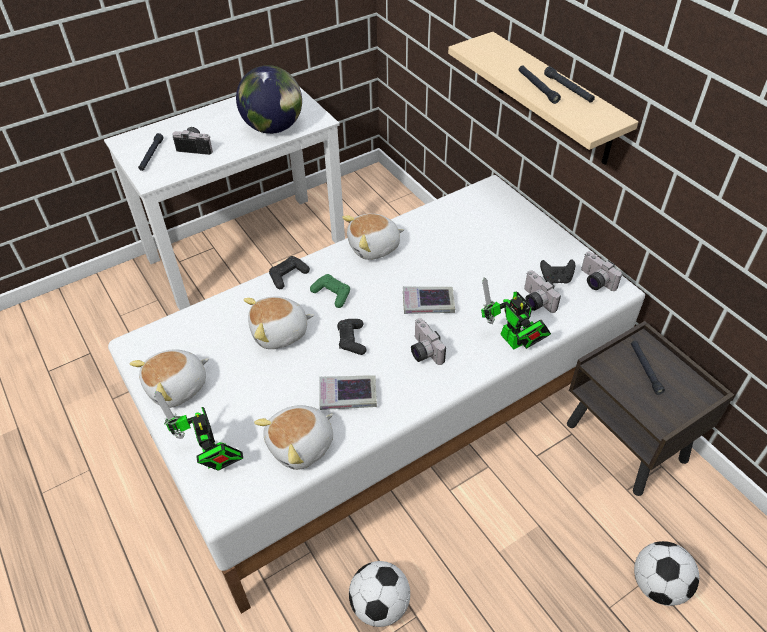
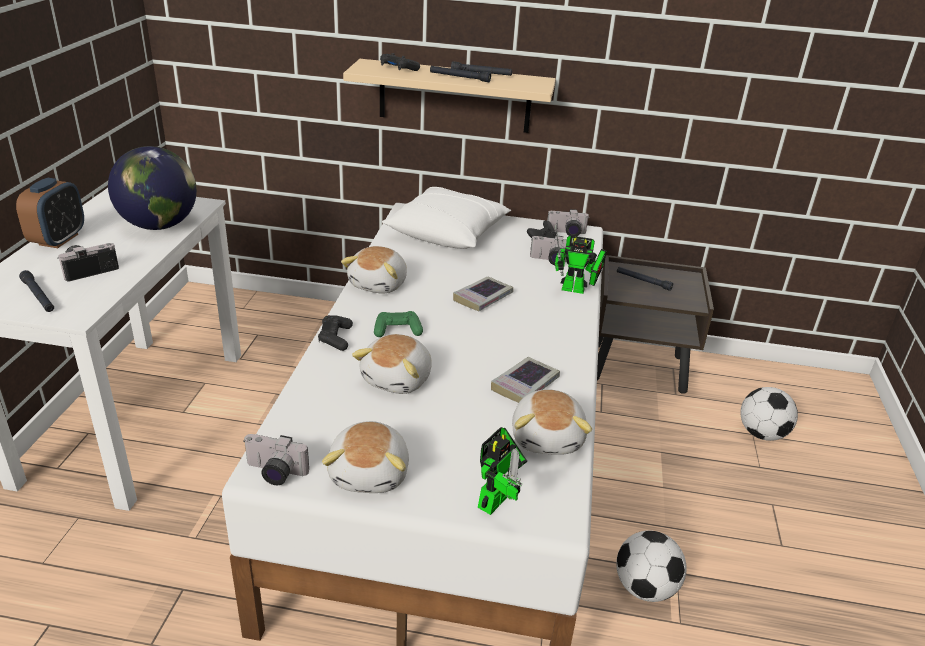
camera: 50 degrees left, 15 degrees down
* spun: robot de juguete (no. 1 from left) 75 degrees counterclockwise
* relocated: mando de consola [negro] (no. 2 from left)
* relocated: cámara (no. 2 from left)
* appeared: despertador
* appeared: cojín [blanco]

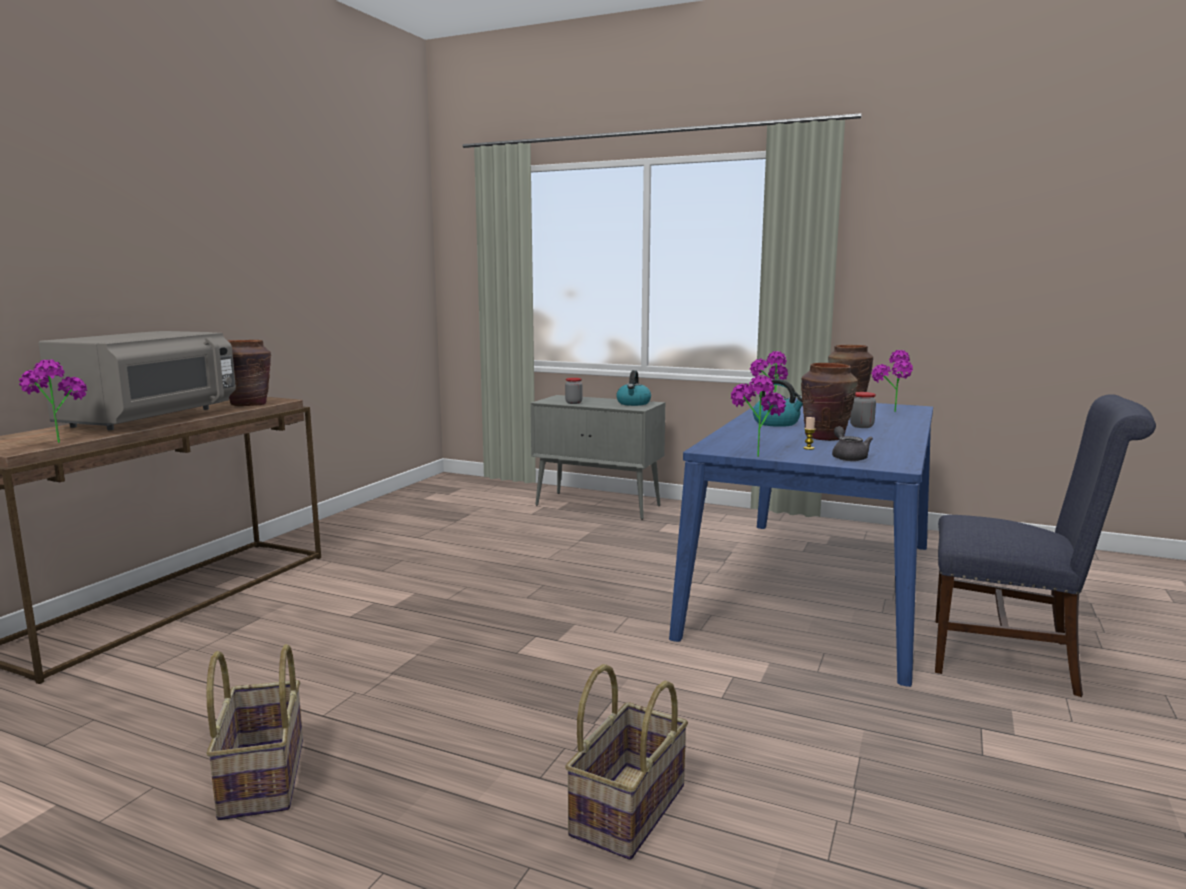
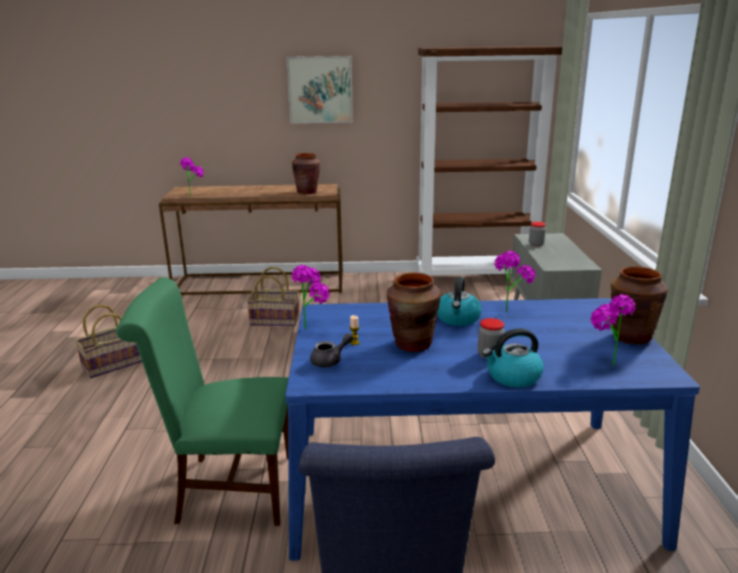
camera: 65 degrees right, 10 degrees up
* missing: microondas [gris]
* relocated: cesta (no. 2 from left)
* relocated: hervidor (no. 1 from left in the first image) to hervidor (no. 2 from left)
* appeared: silla [verde]
* appeared: cuadro
* appeared: estantería [marrón]

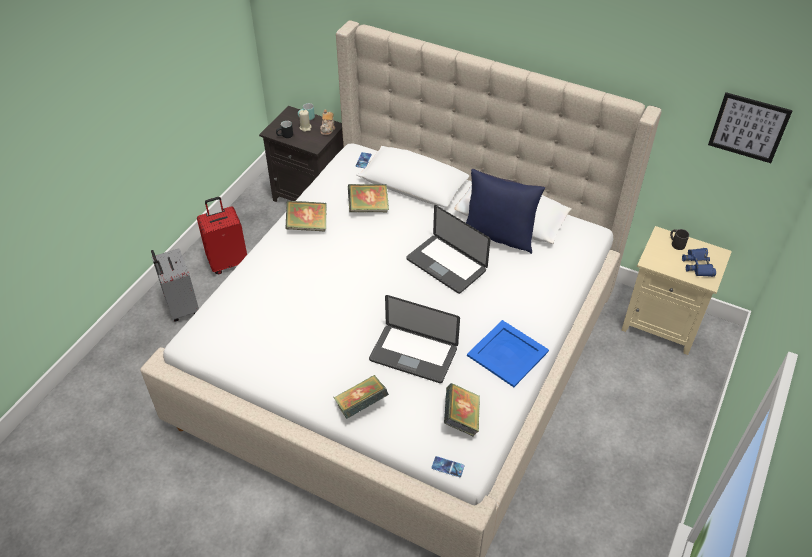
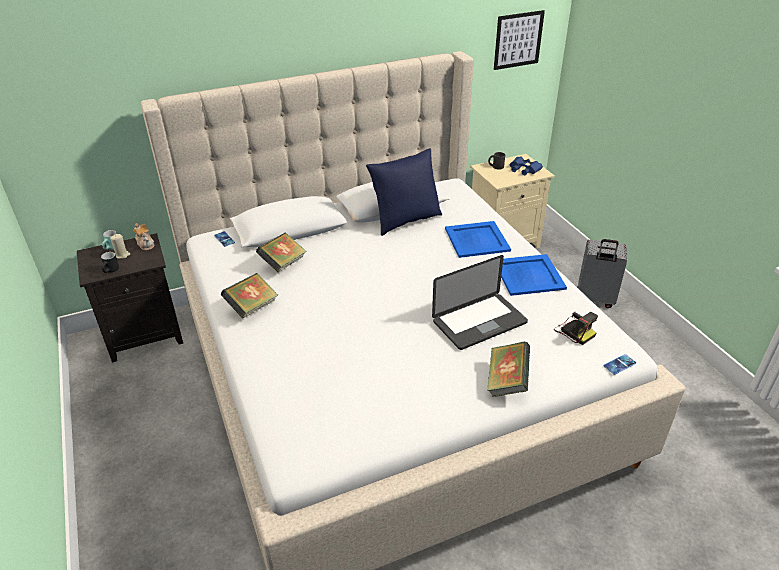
camera: 50 degrees left, 10 degrees down
* relocated: maleta [gris]
* missing: maleta [rojo]
* missing: portátil (no. 2 from left)
* exchanged: libro (no. 4 from left) to cámara
* appeared: bandeja [azul] (no. 1 from left)

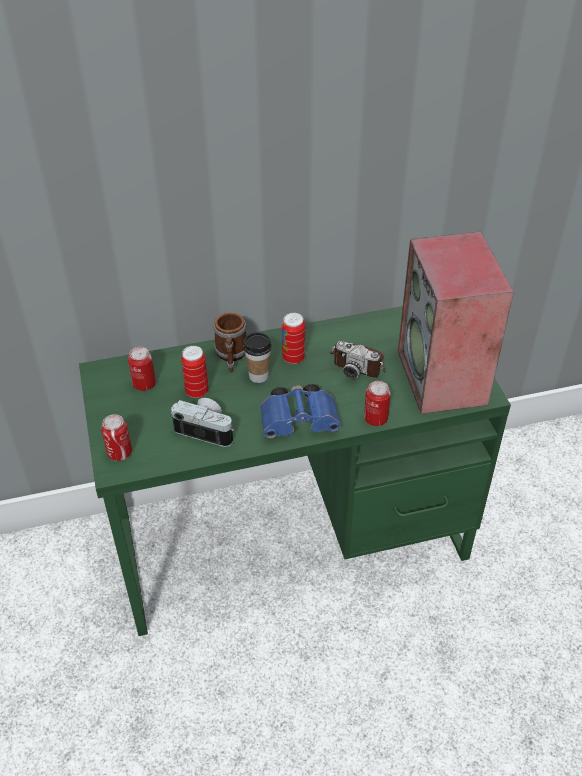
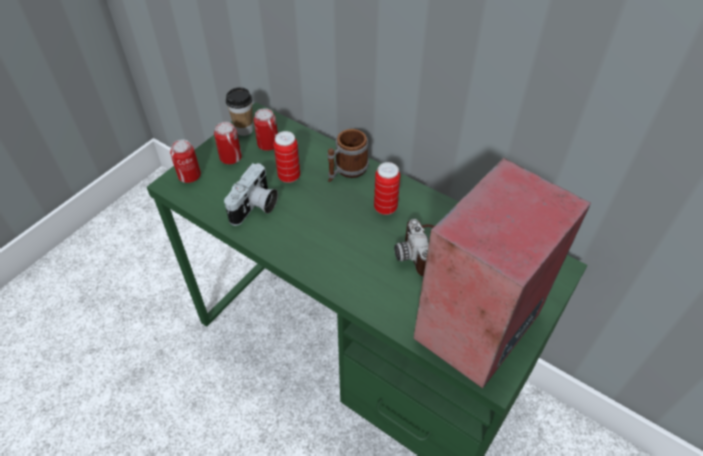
camera: 50 degrees right, 5 degrees up
* spun: cámara (no. 1 from left) 45 degrees clockwise
* relocated: taza
* missing: prismáticos [azul]
* relocated: lata (no. 5 from left in the first image) to lata (no. 2 from left)

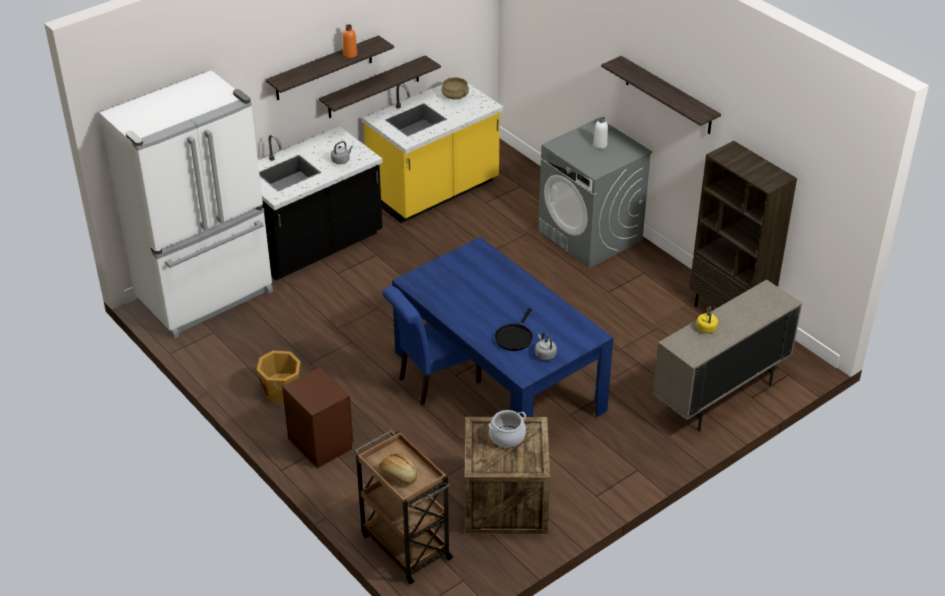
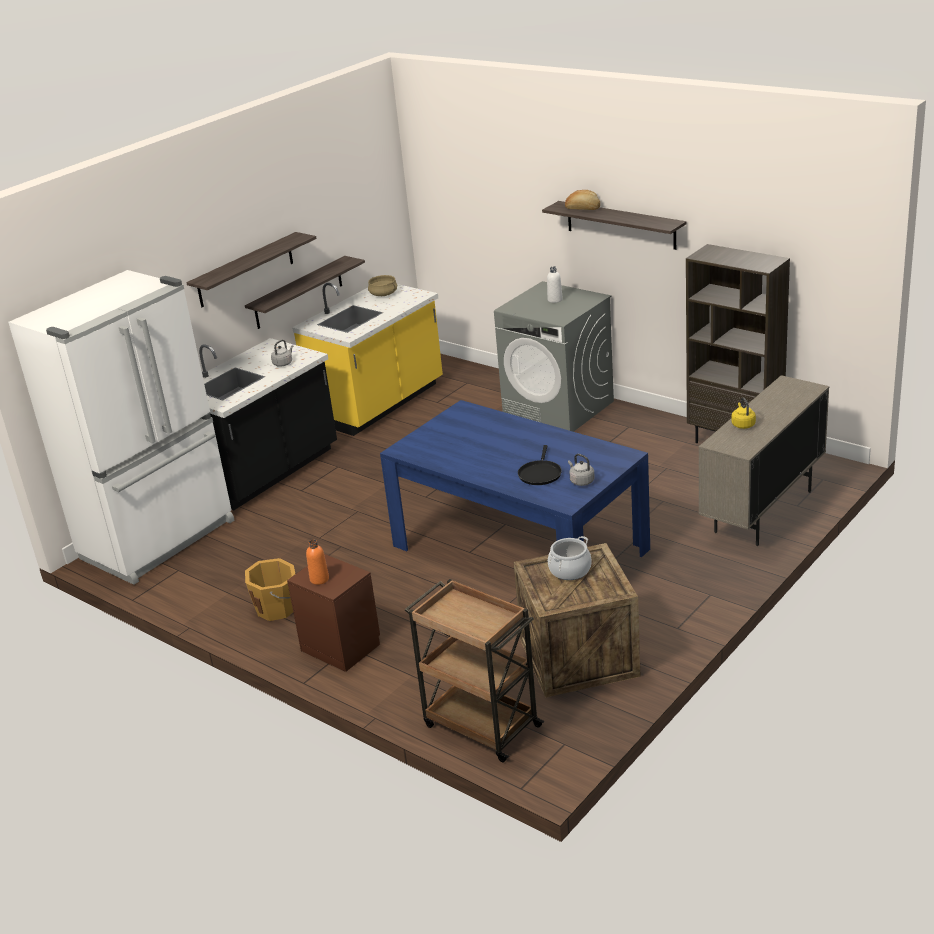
camera: 10 degrees left, 10 degrees down
* relocated: botella [naranja]
* relocated: pan
* missing: silla [azul]

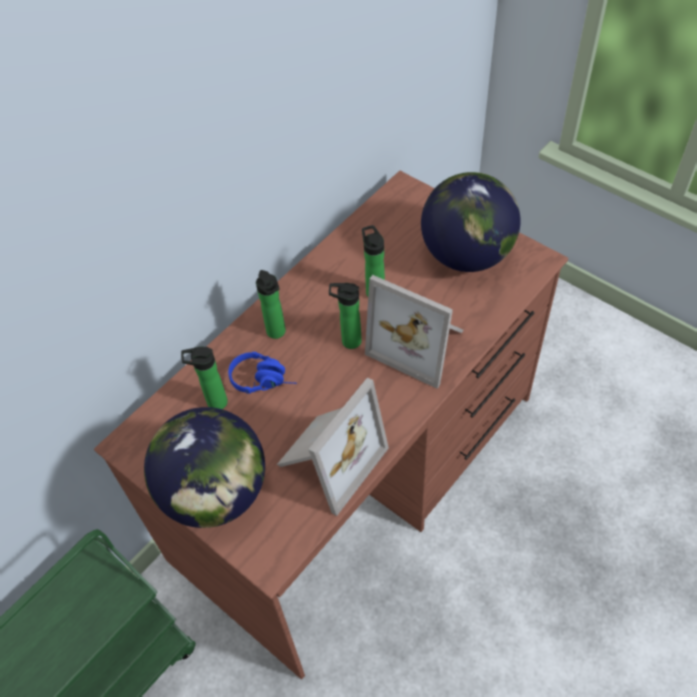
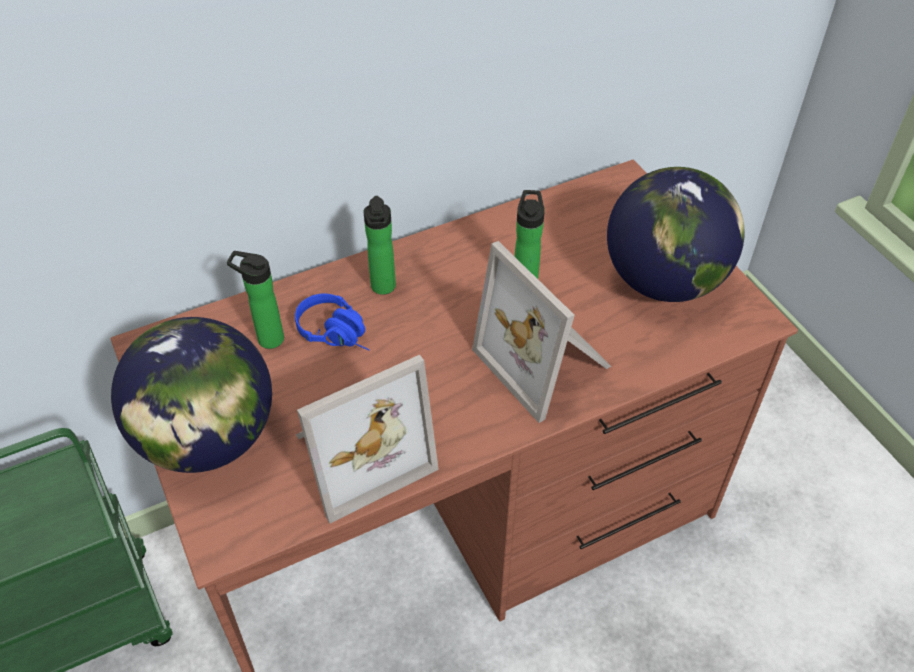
camera: 20 degrees right, 5 degrees down
* missing: botella (no. 3 from left)

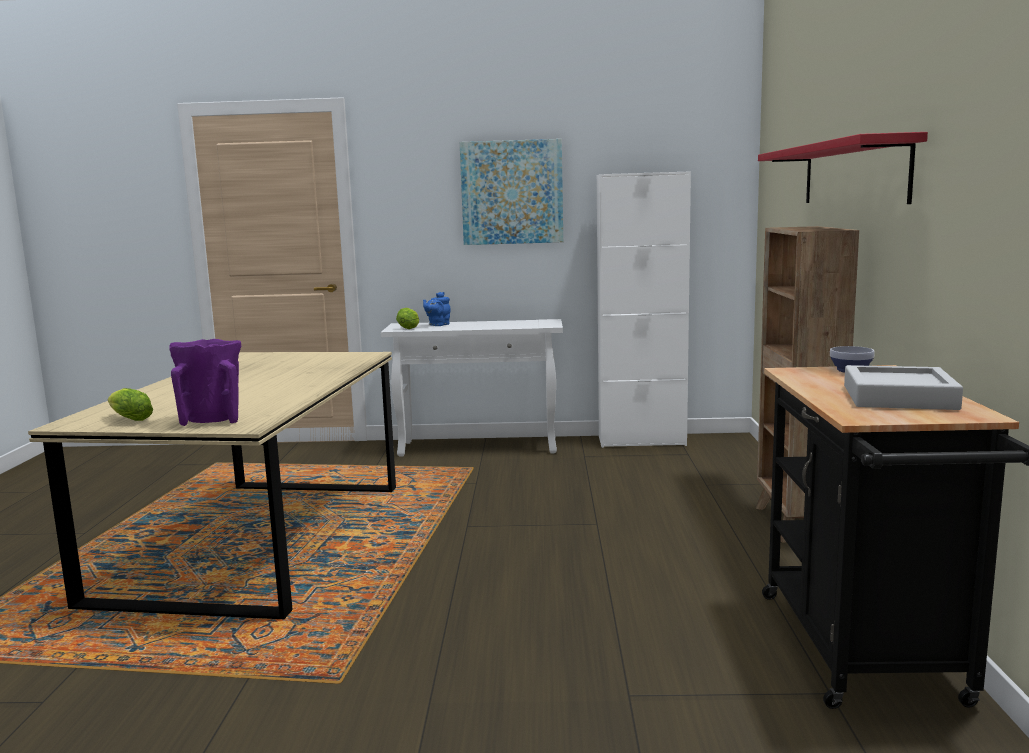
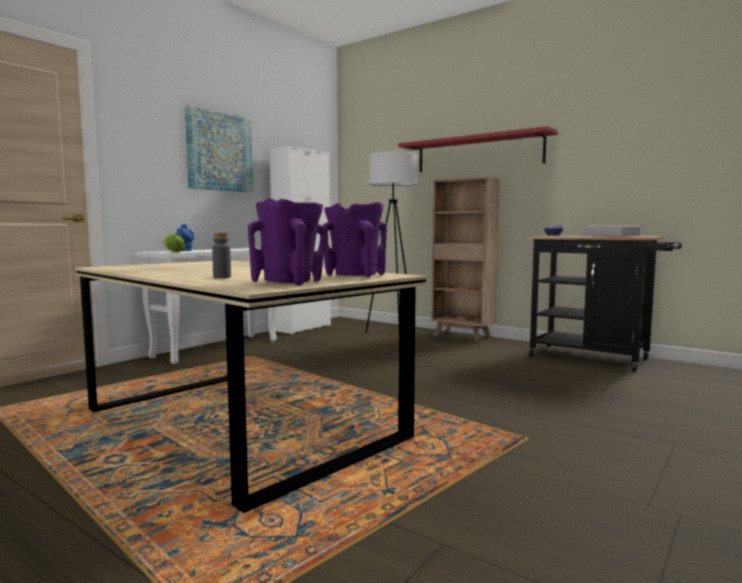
camera: 55 degrees left, 5 degrees down
* exchanged: lechuga (no. 1 from left) to florero [morado] (no. 1 from left)
* appeared: botella [gris]
* appeared: lámpara de pie [blanco]

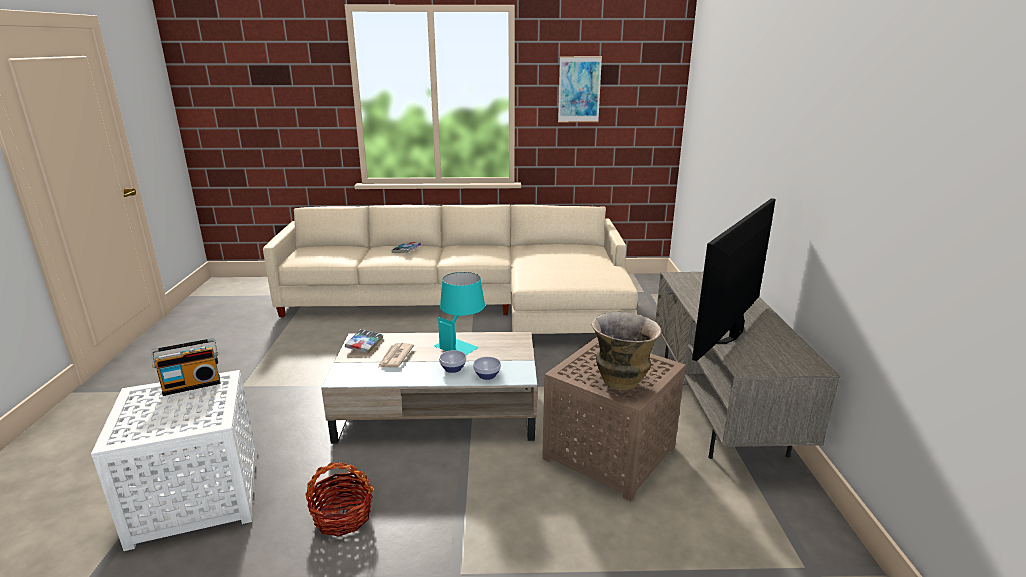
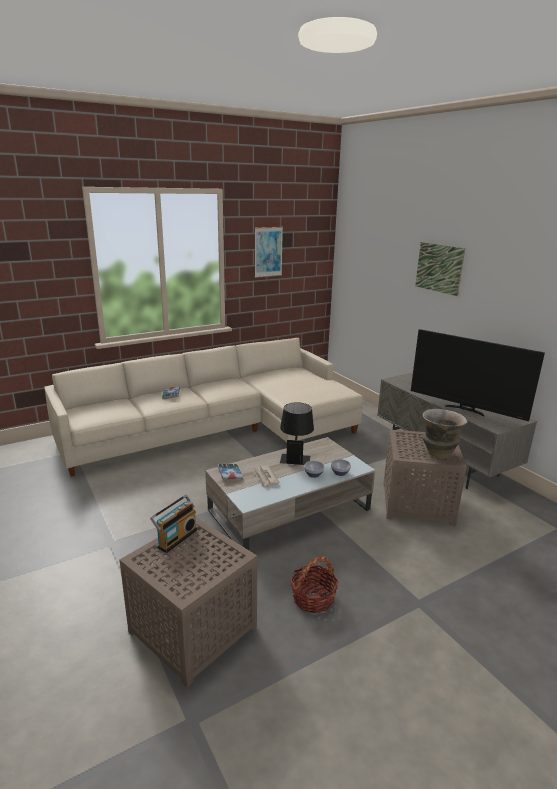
camera: 30 degrees left, 0 degrees up
* colour: mesa auxiliar [blanco] to mesa auxiliar [marrón] (no. 1 from left)
* colour: lámpara de mesa [turquesa] to lámpara de mesa [negro]
* spun: televisor 60 degrees counterclockwise
* appeared: cuadro (no. 2 from left)

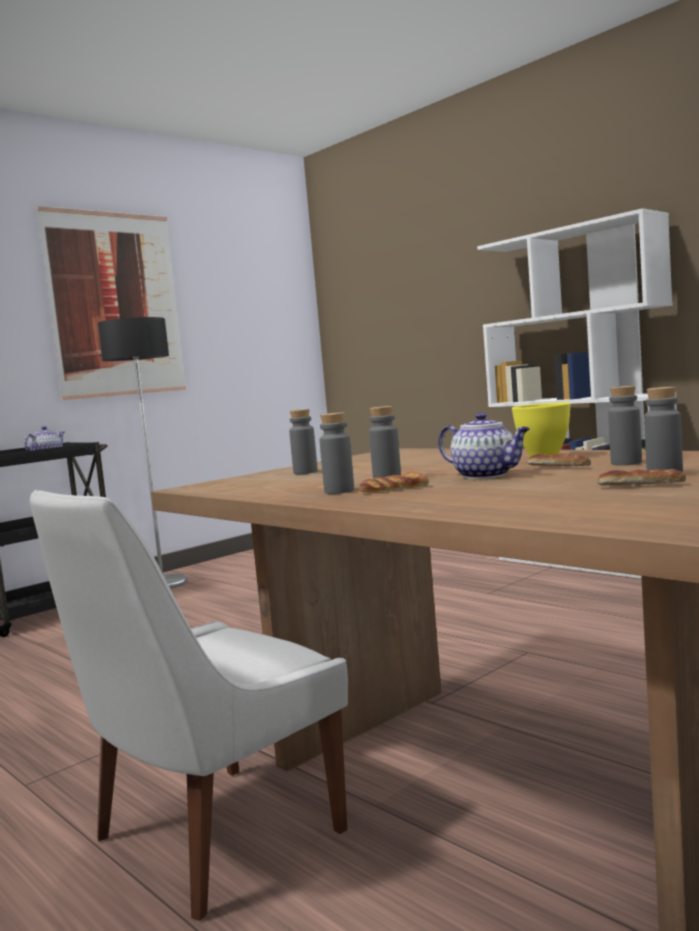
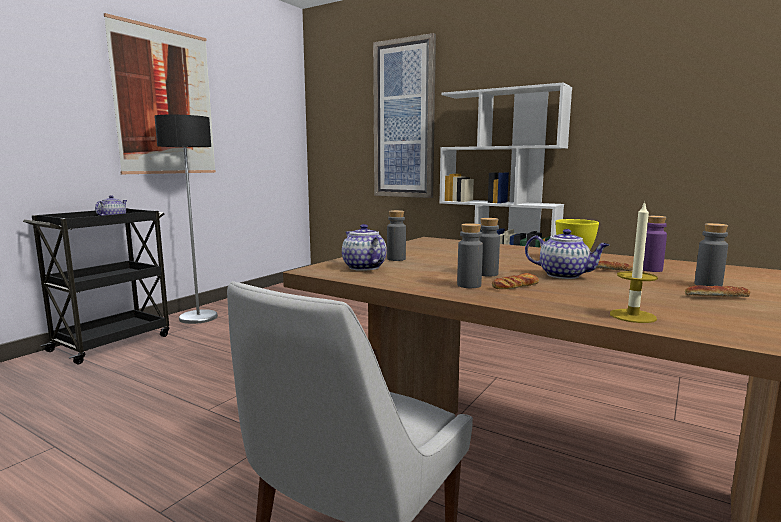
camera: 15 degrees left, 5 degrees up
* colour: botella [gris] (no. 4 from left) to botella [morado]
* appeared: tetera (no. 2 from left)
* appeared: cuadro (no. 2 from left)
* appeared: vela

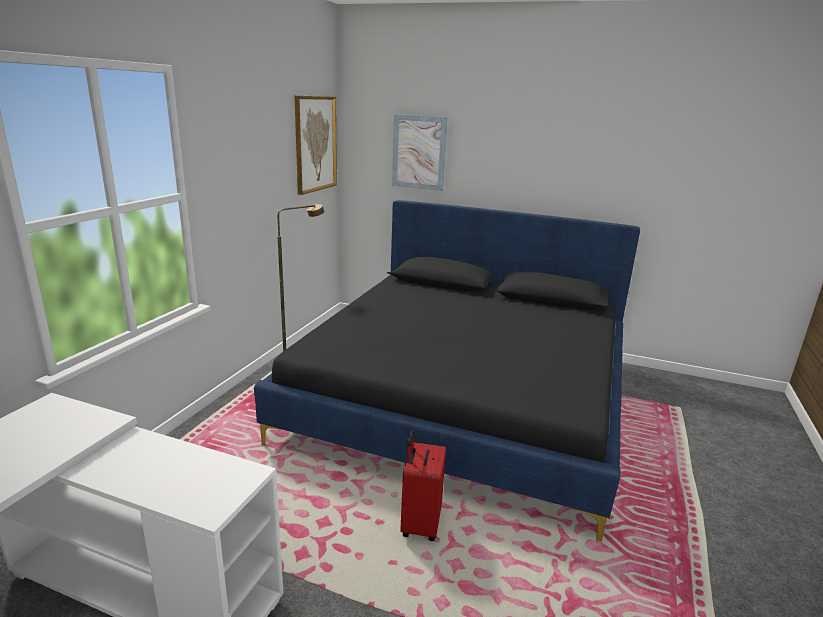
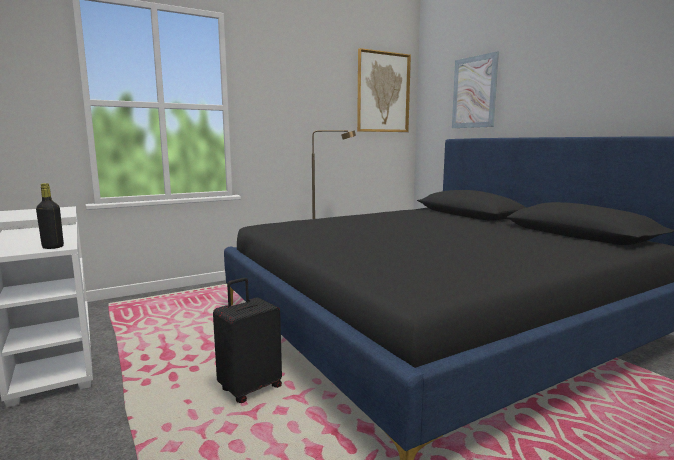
camera: 40 degrees right, 10 degrees down
* colour: maleta [rojo] to maleta [negro]
* appeared: botella [negro]

